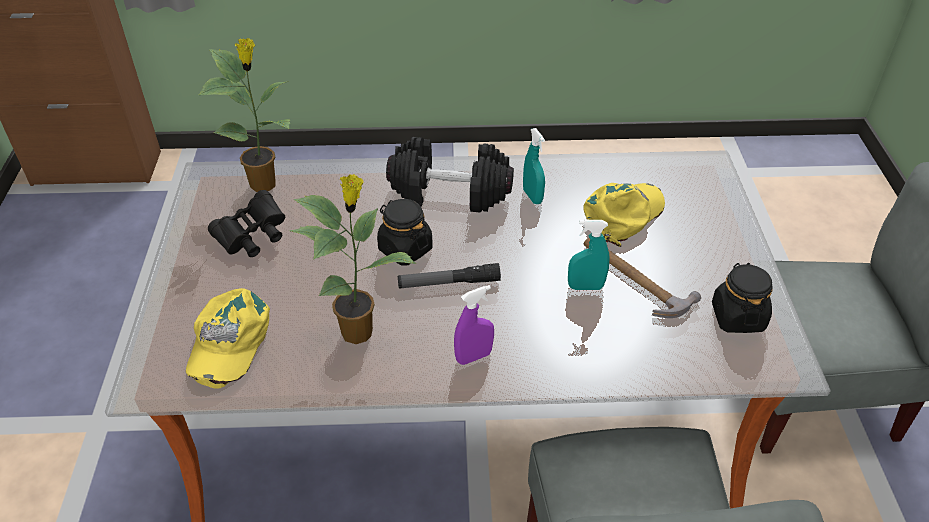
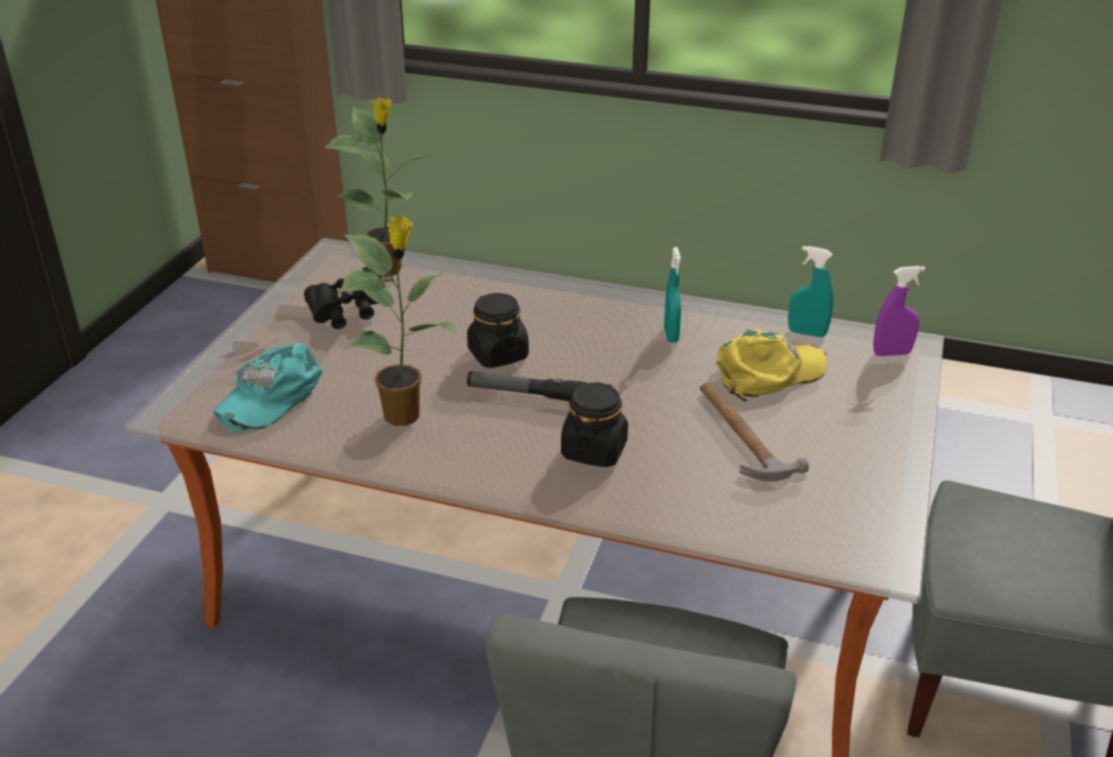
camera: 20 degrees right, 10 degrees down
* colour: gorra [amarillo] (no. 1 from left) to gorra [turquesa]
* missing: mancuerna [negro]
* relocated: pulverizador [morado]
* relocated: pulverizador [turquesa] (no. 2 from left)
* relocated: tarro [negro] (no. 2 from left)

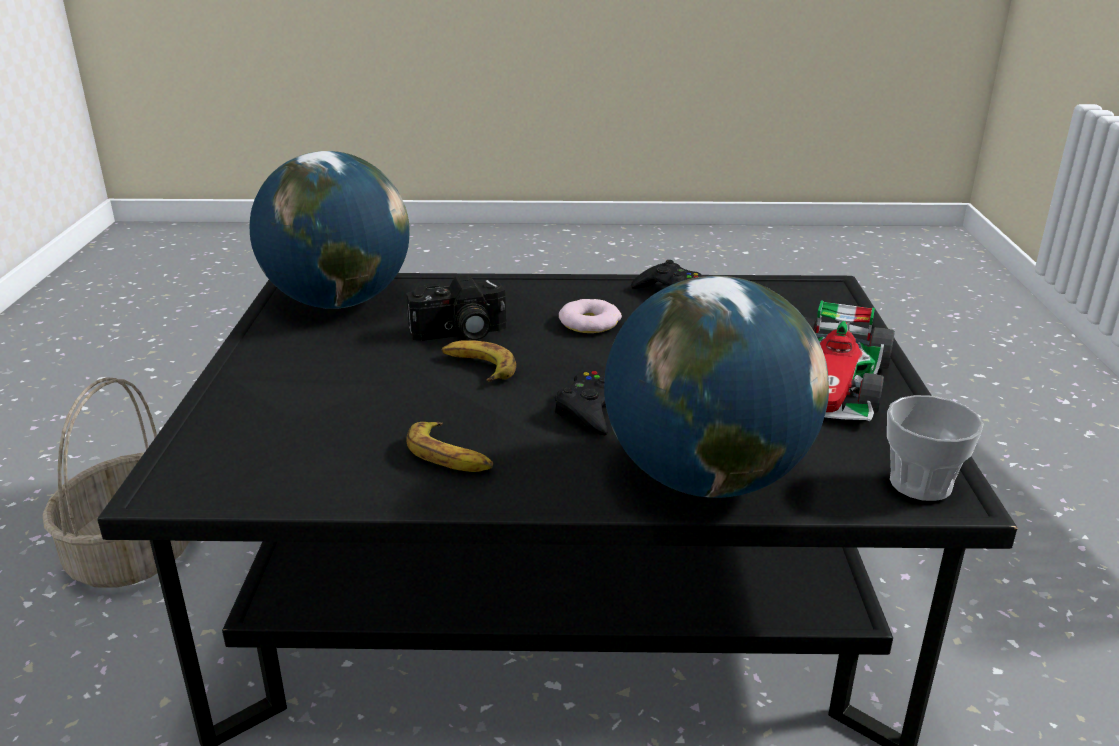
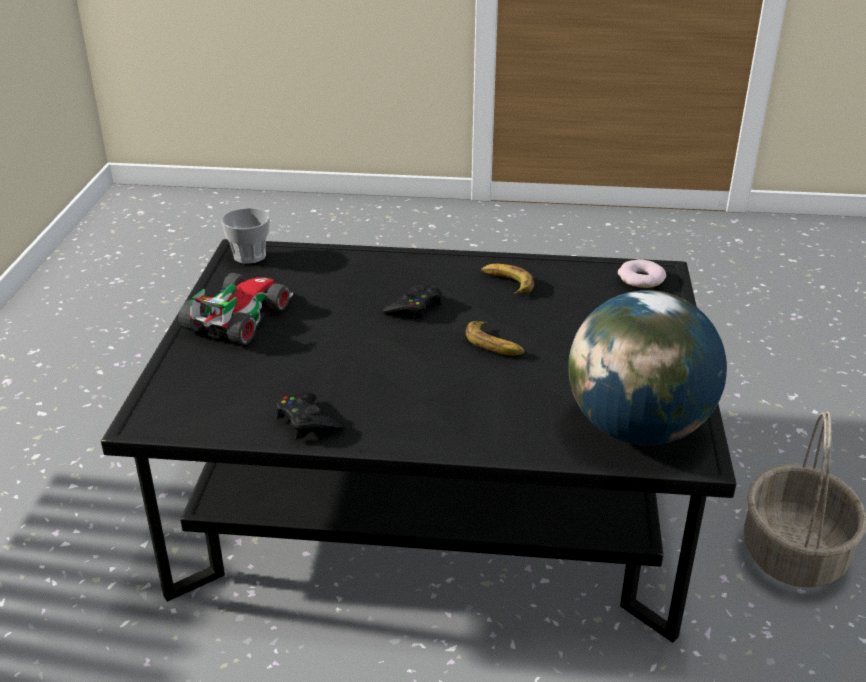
camera: 175 degrees left, 5 degrees up
* missing: cámara
* relocated: rosquilla
* missing: globo terráqueo (no. 2 from left)

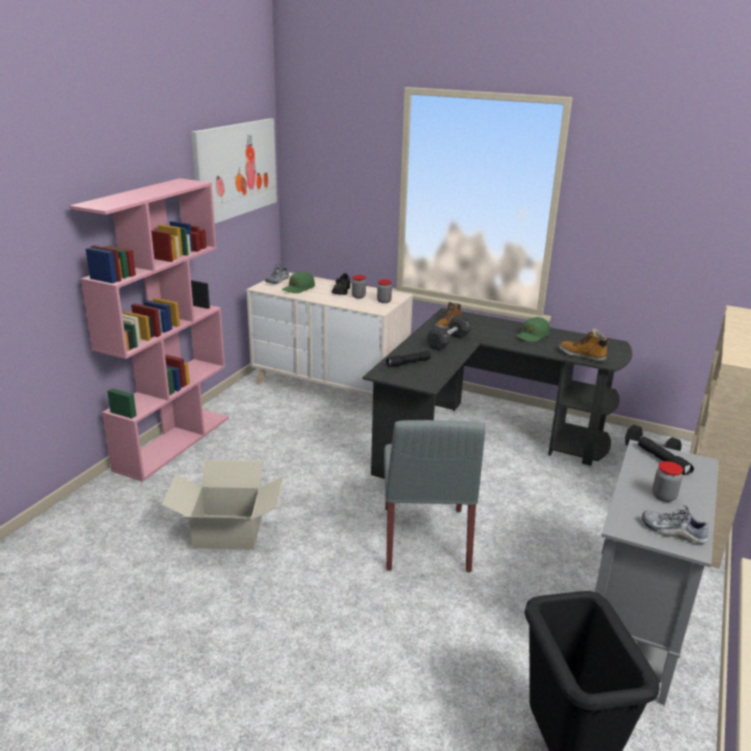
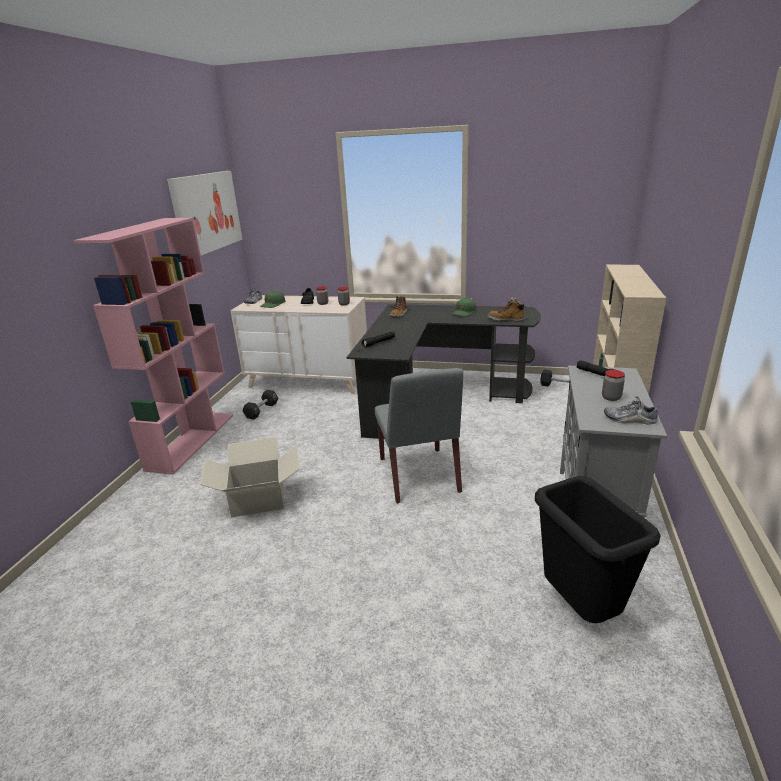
camera: 10 degrees left, 0 degrees up
* relocated: mancuerna [negro] (no. 1 from left)

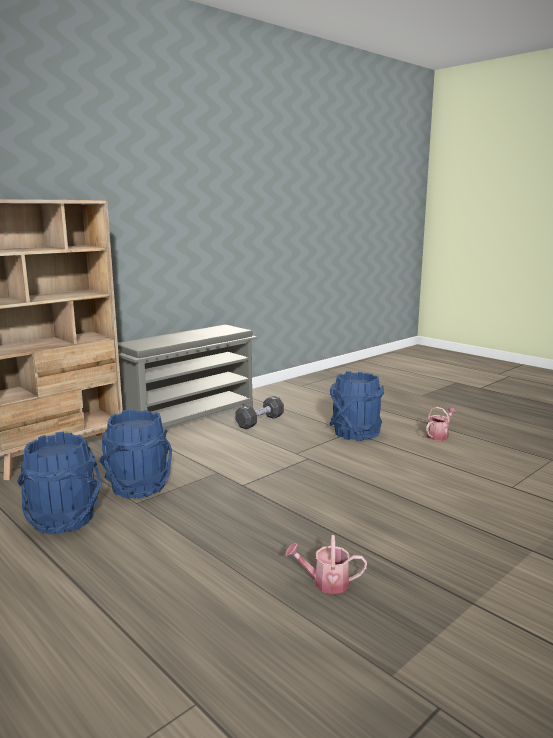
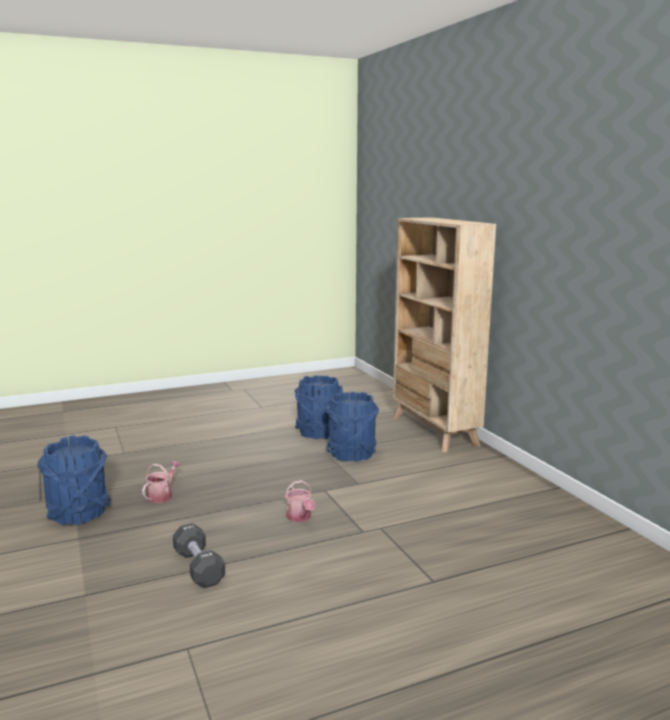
camera: 110 degrees right, 0 degrees up
* missing: zapatero [gris]
* relocated: mancuerna [negro]
* relocated: cubo [azul] (no. 3 from left in the first image) to cubo [azul] (no. 1 from left)
* relocated: regadera (no. 2 from left)

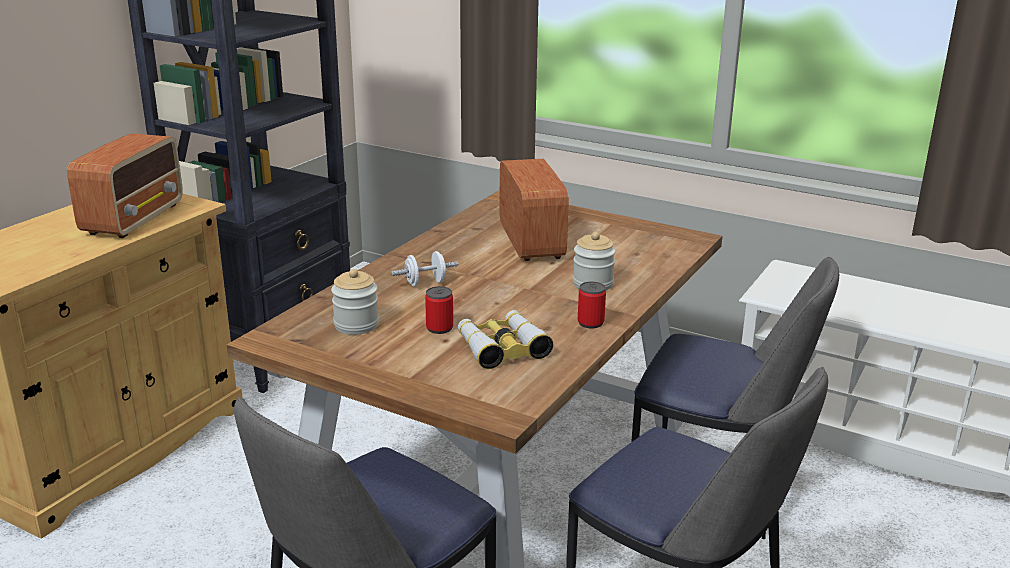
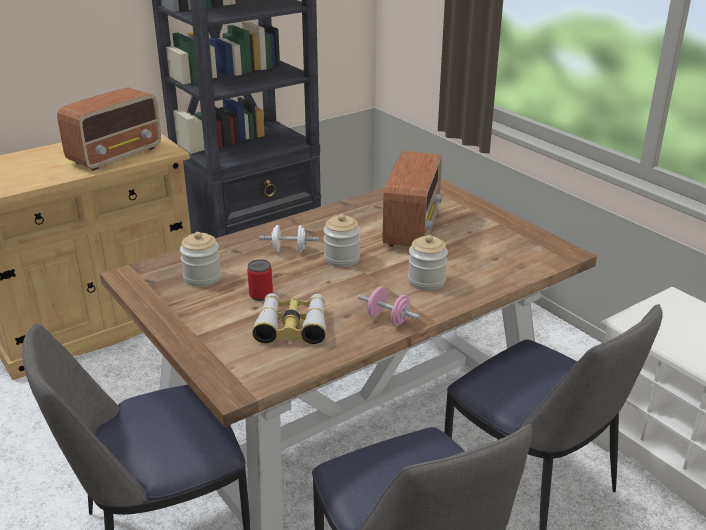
camera: 25 degrees right, 5 degrees up
* exchanged: lata (no. 2 from left) to mancuerna [rosa]
* appeared: tarro (no. 2 from left)

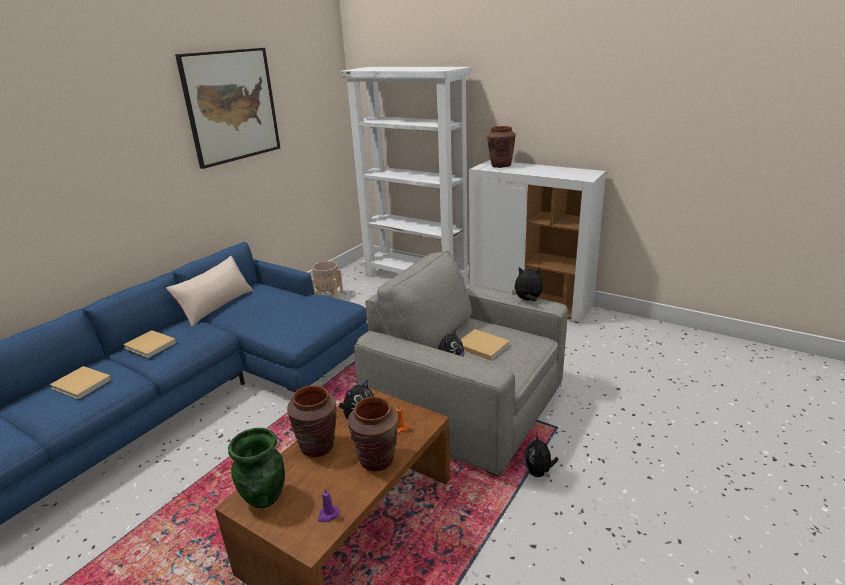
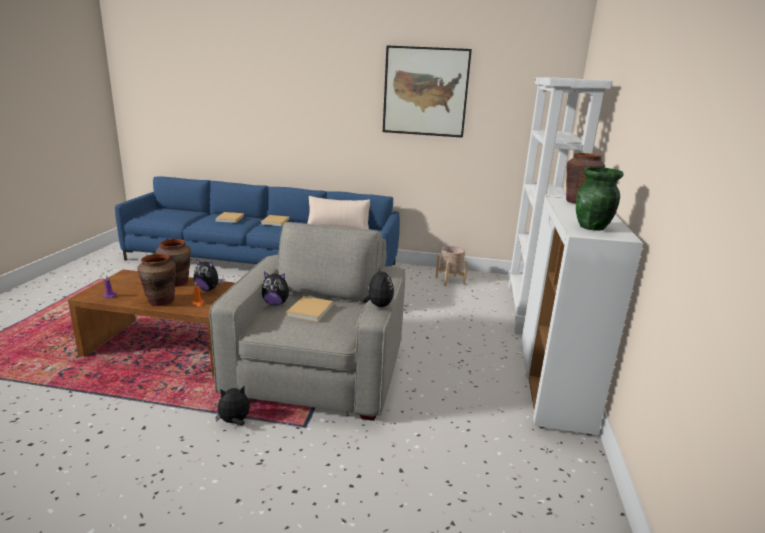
camera: 65 degrees right, 5 degrees down
* relocated: florero [verde]

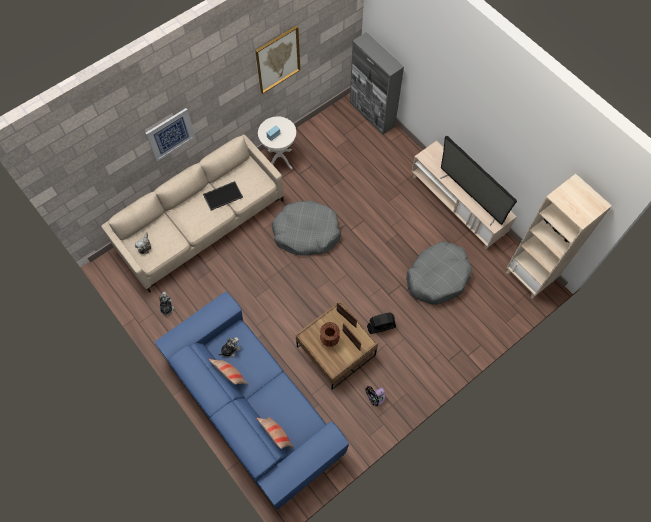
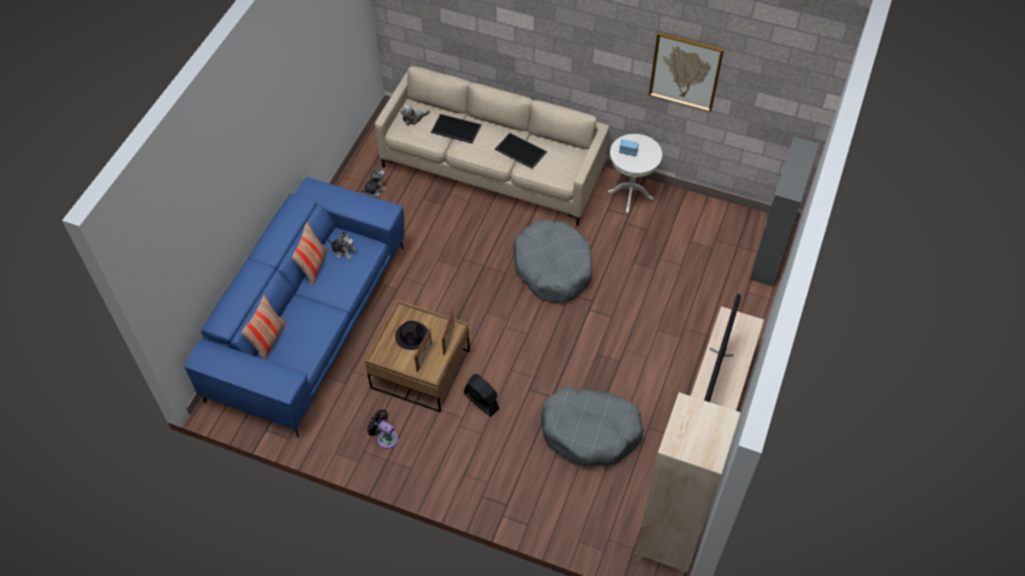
camera: 60 degrees right, 10 degrees down
* missing: cuadro (no. 1 from left)
* exchanged: florero [marrón] to sombrero [negro]
* appeared: bandeja (no. 1 from left)

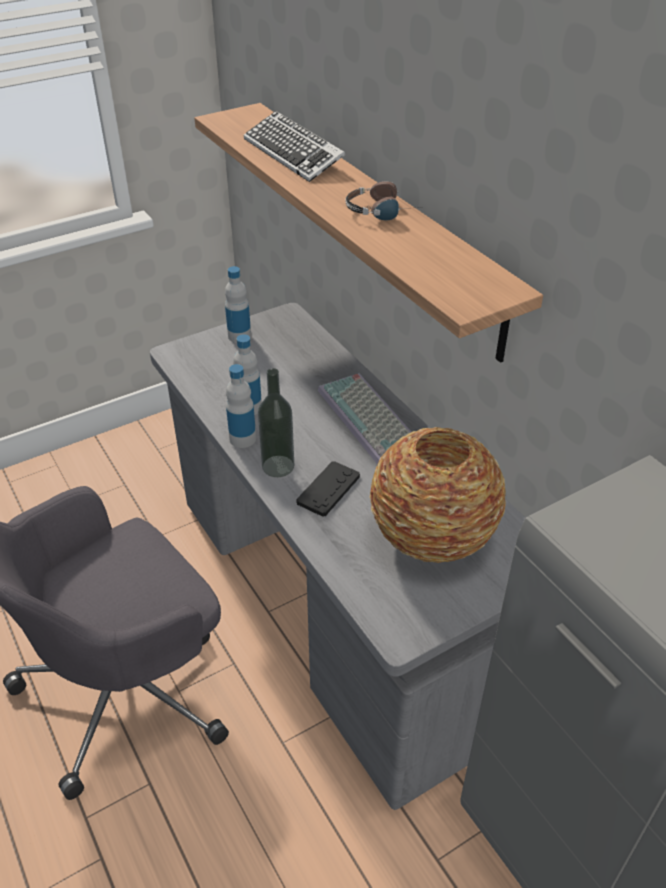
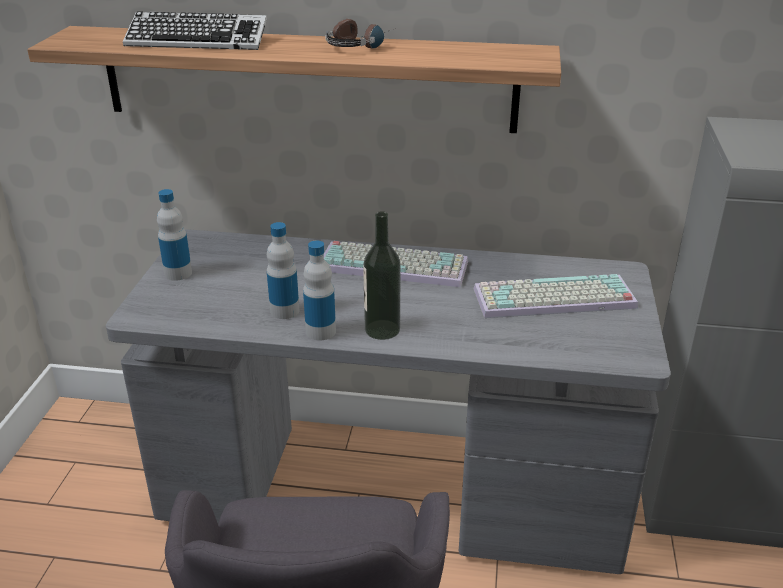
camera: 50 degrees left, 10 degrees down
* missing: mando de consola [negro]
* exchanged: florero to teclado (no. 3 from left)

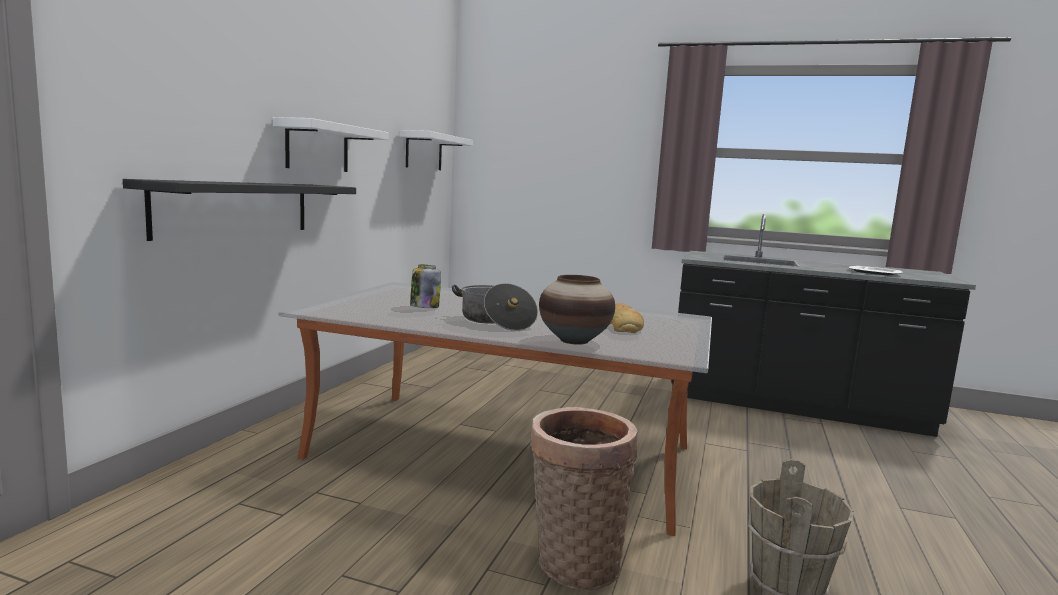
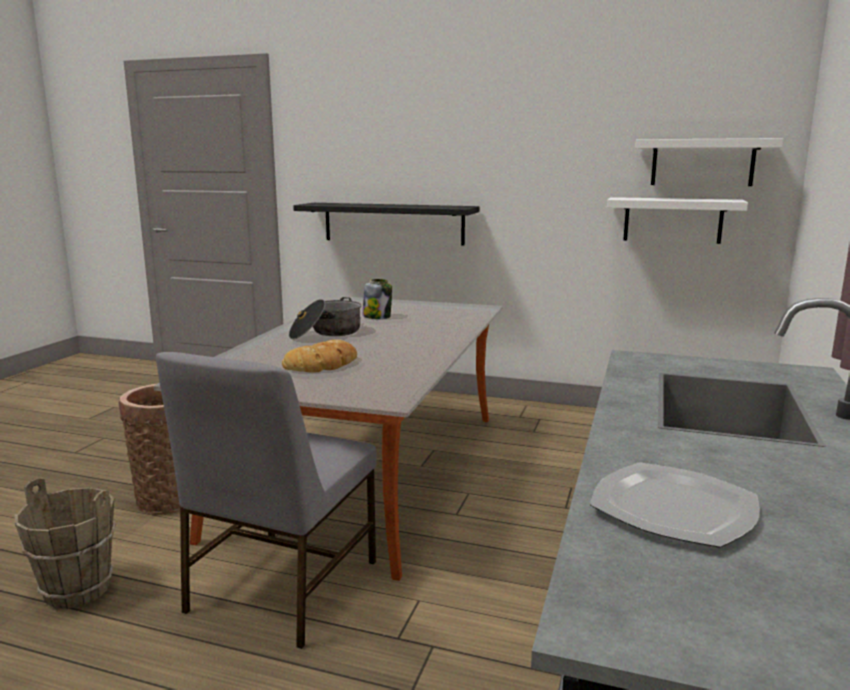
camera: 90 degrees right, 5 degrees up
* relocated: estante [blanco] (no. 1 from left)
* missing: florero
* appeared: silla [gris]

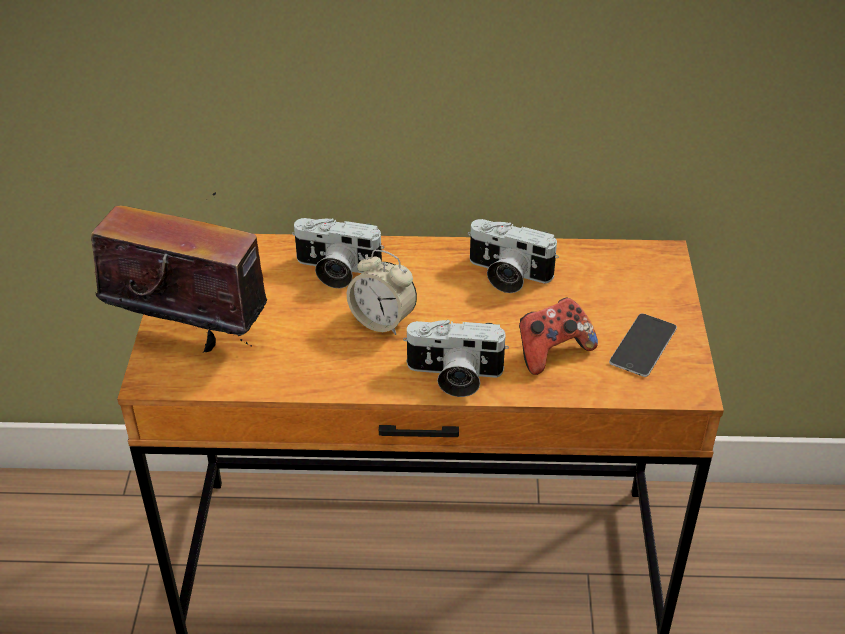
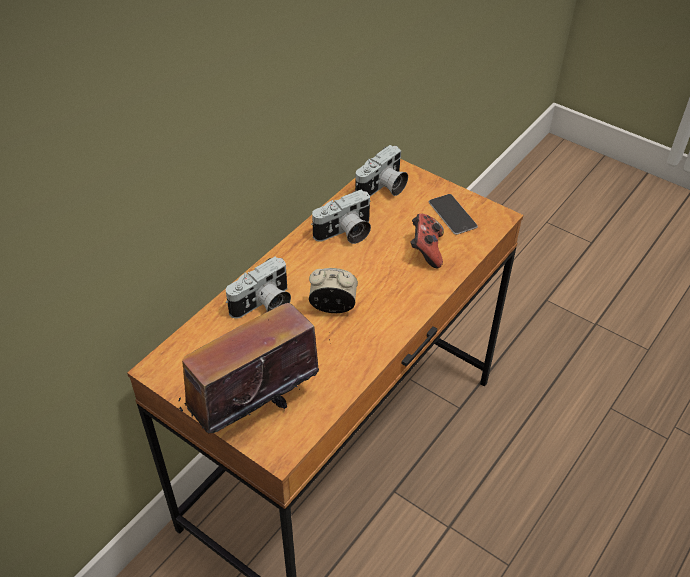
camera: 55 degrees left, 5 degrees up
* spun: despertador 150 degrees counterclockwise
* relocated: cámara (no. 2 from left in the first image) to cámara (no. 3 from left)

